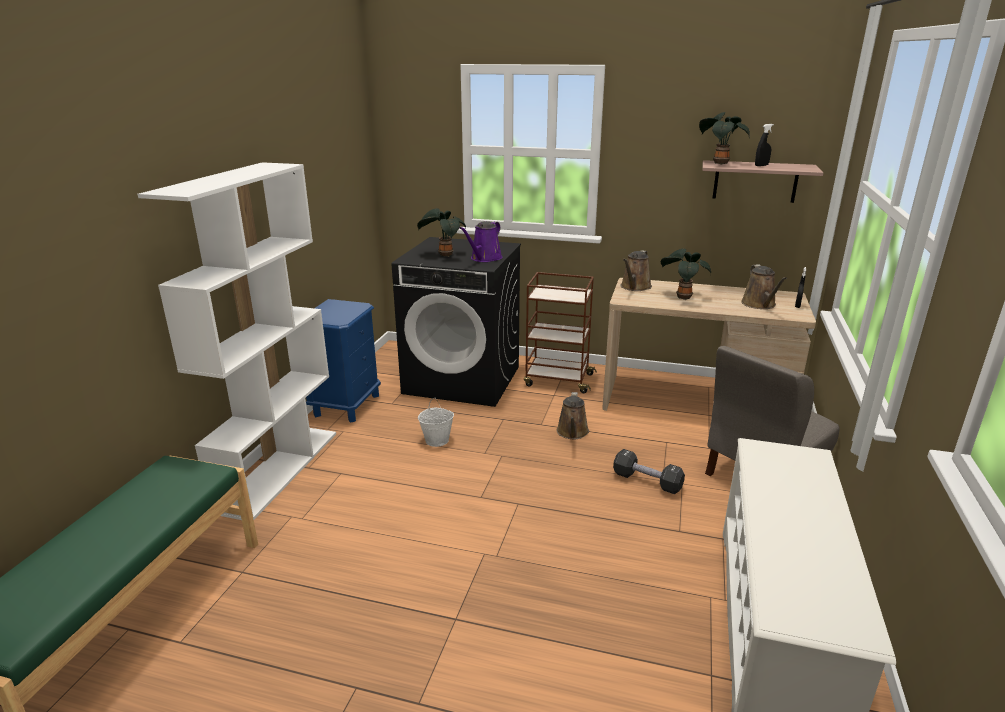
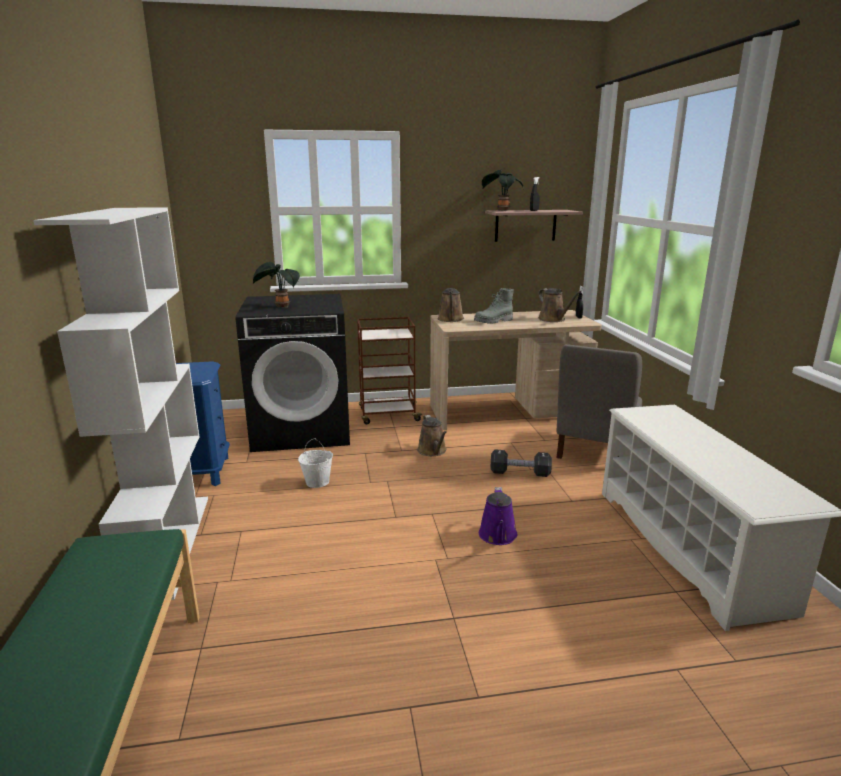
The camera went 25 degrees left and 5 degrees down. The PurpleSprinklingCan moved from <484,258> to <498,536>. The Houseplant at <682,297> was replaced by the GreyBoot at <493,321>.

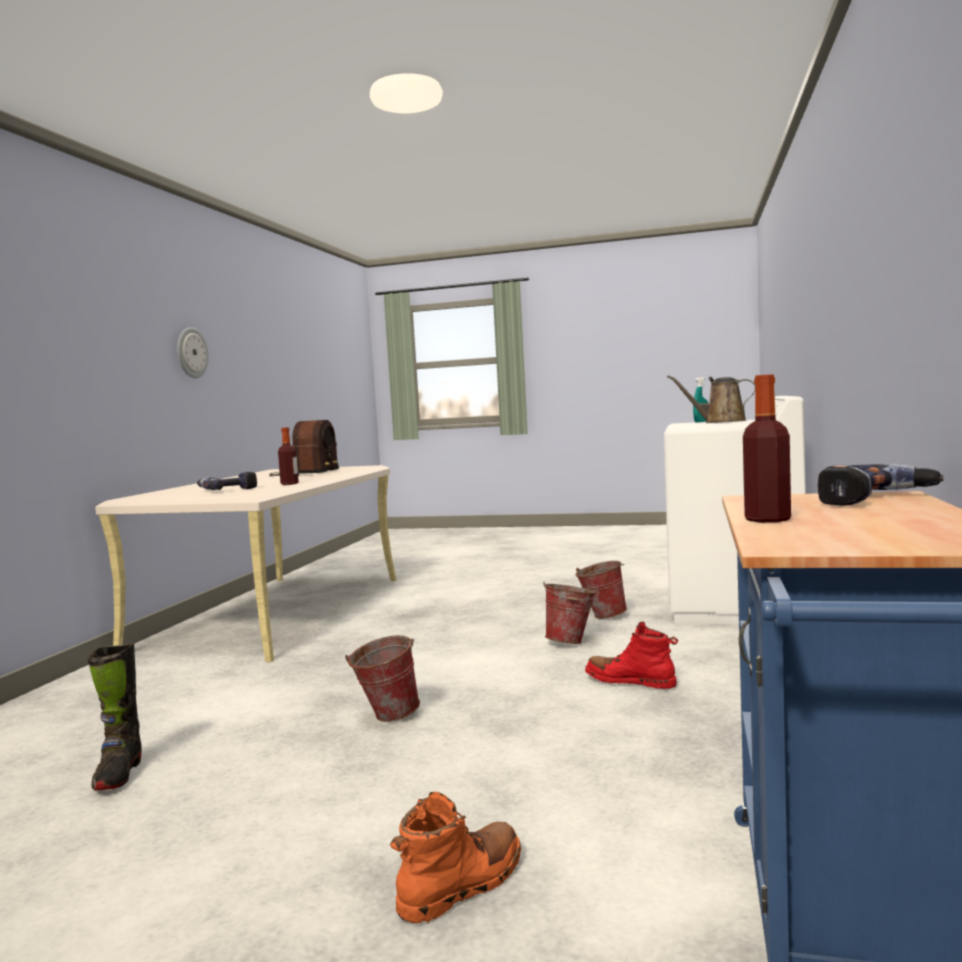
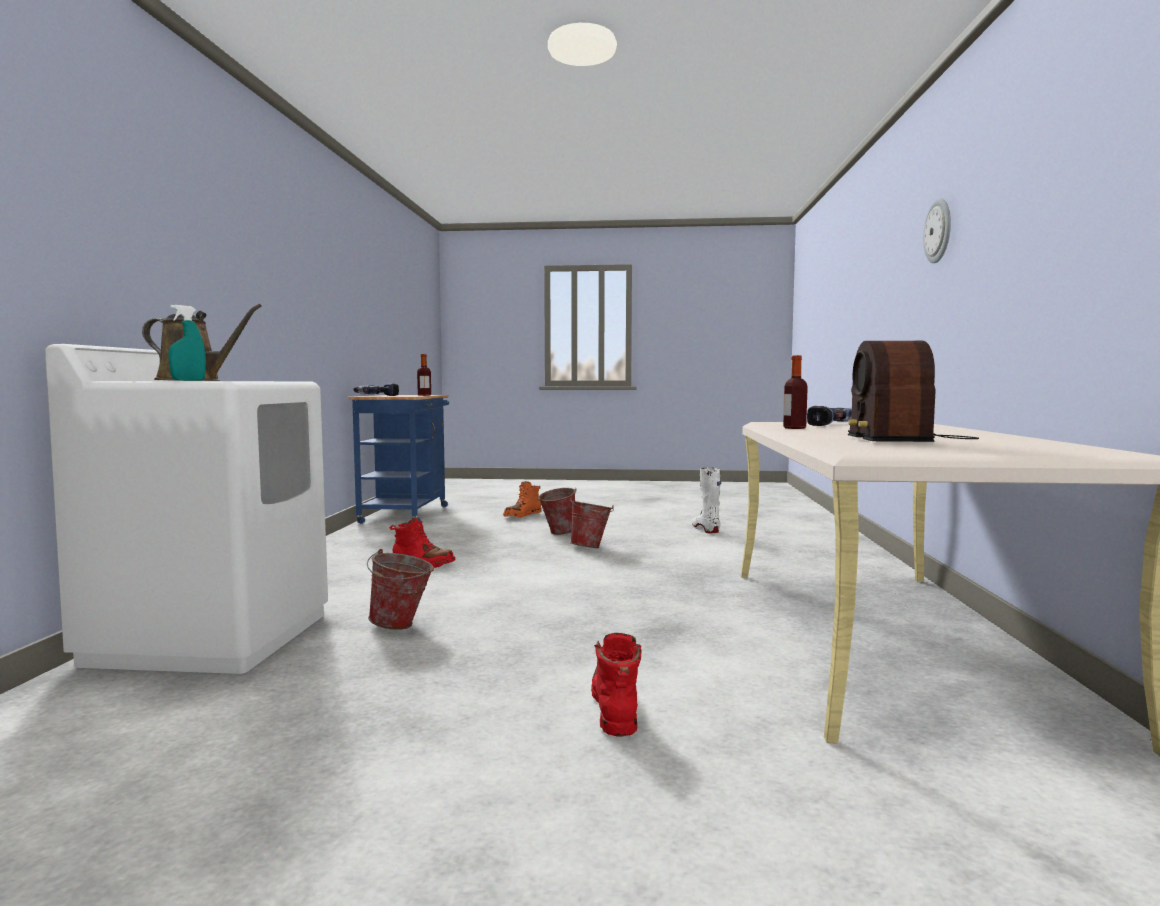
The camera went 170 degrees right and 0 degrees up. The ReddishBoot at <615,708> appeared. The WallClock moved from <191,352> to <939,231>. The Pail moved from <572,642> to <557,533>. The BlackColouredBoot at <118,775> became the WhiteColouredBoot at <706,530>.

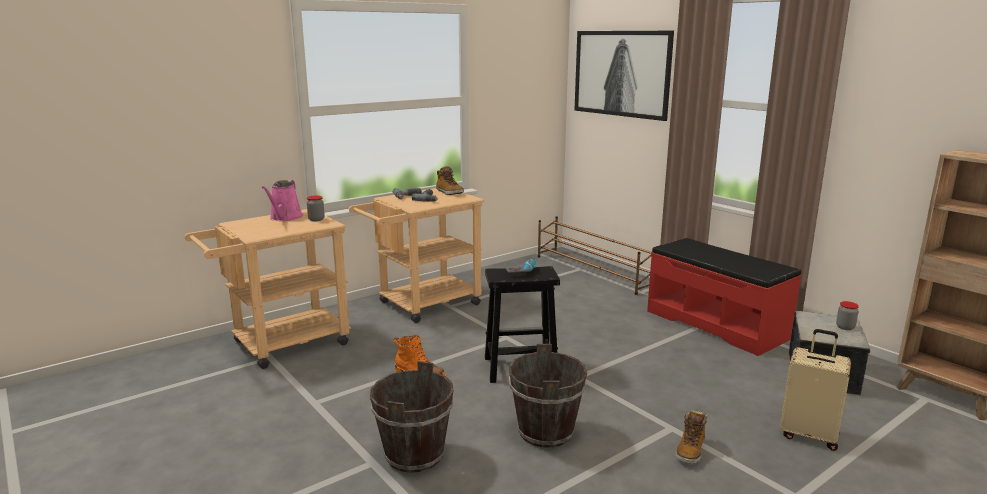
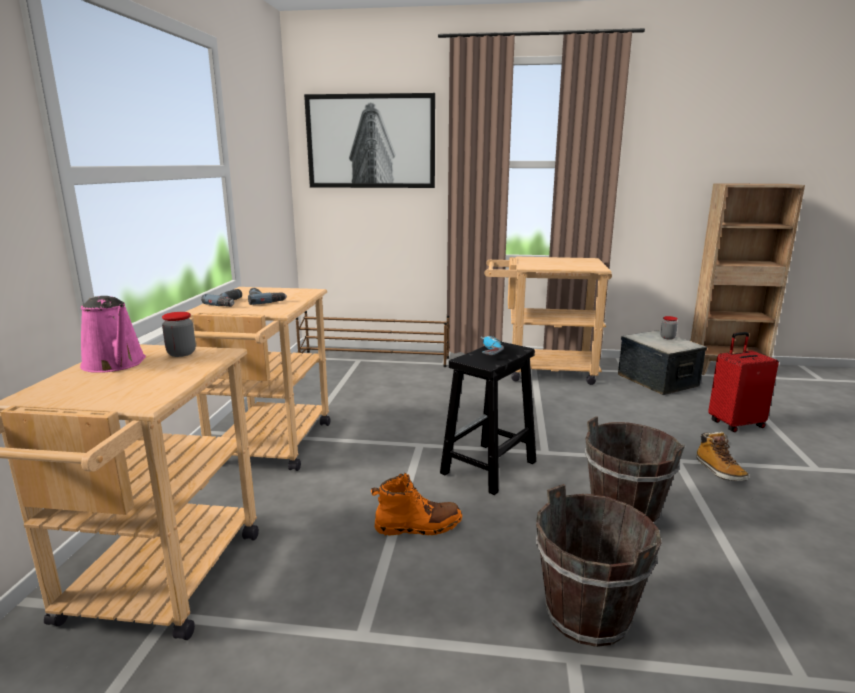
The camera went 45 degrees left and 0 degrees up. The Boot at <449,192> disappeared. The ReddishIndoorBench at <716,324> was replaced by the BeigeTrolley at <541,370>. The BeigeSuitcase at <809,435> became the ReddishSuitcase at <735,424>.

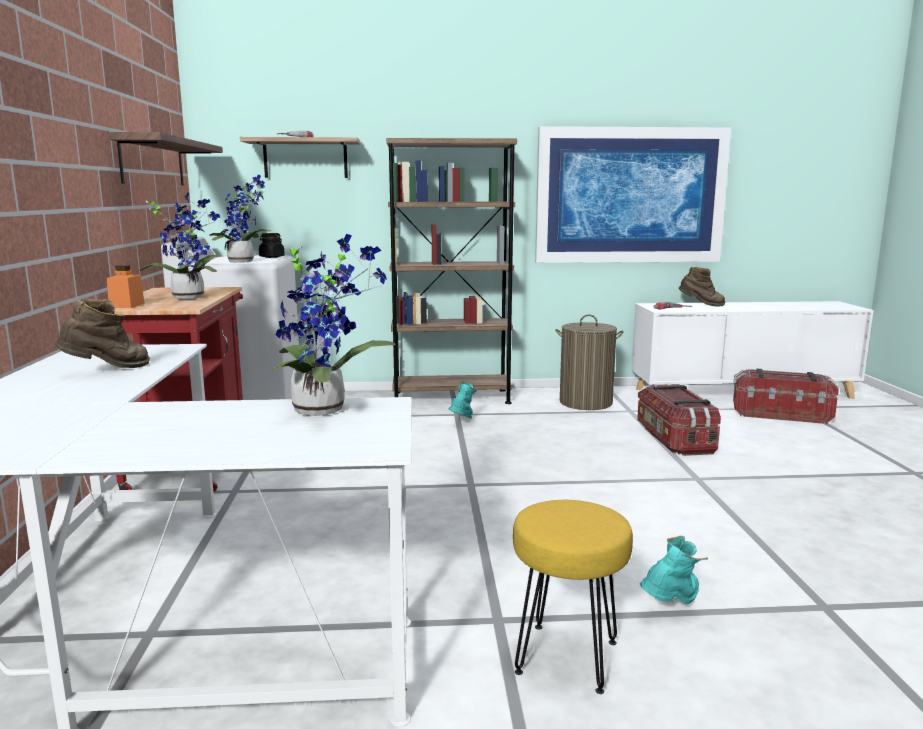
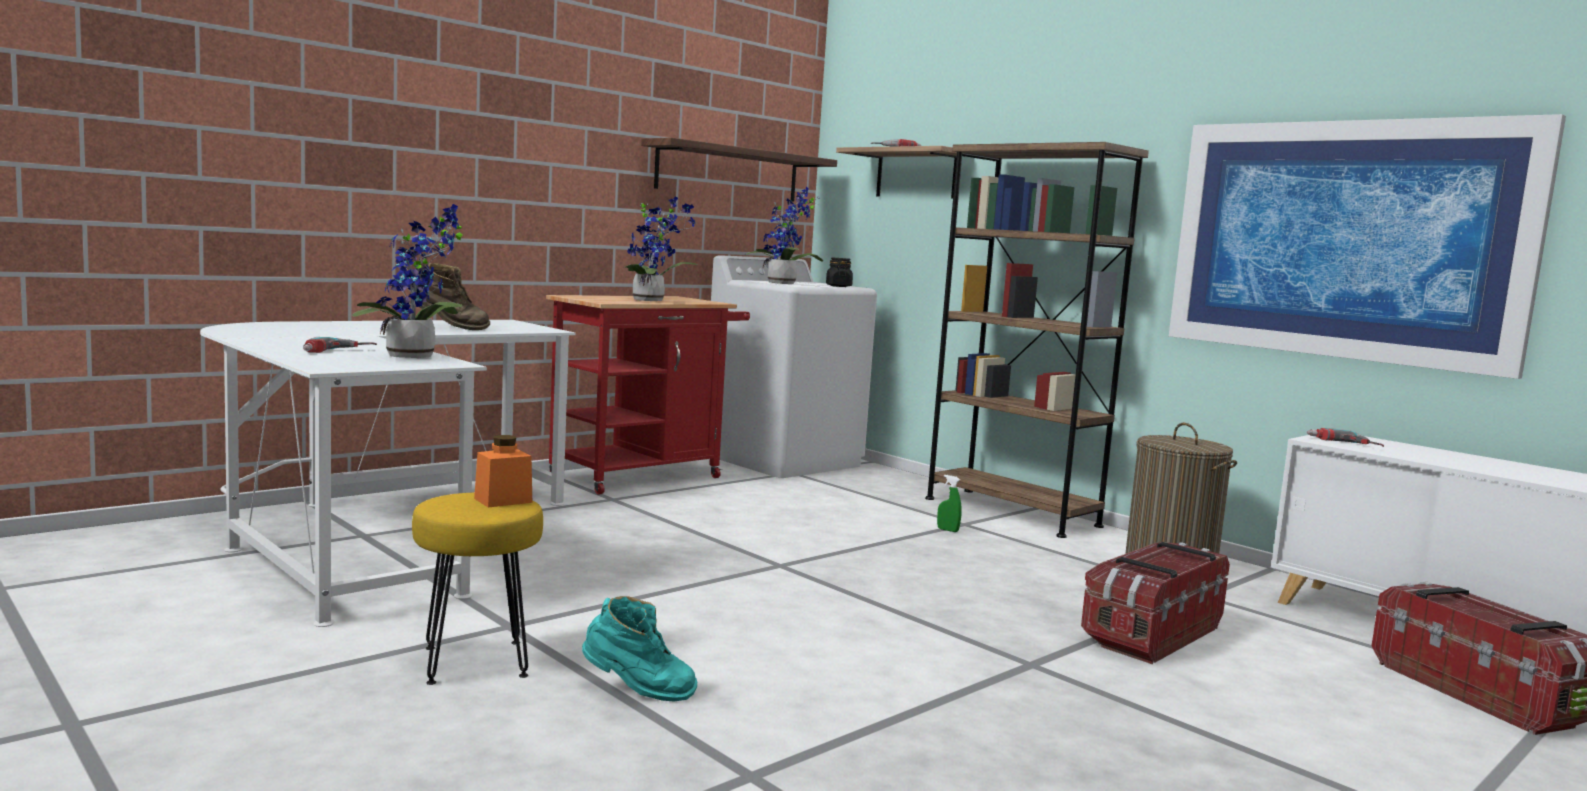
The camera went 50 degrees right and 5 degrees down. The BrownColouredBoot at <701,305> disappeared. The Drill at <339,351> appeared. The OrangeColouredPreserveJar moved from <127,305> to <503,500>. The TurquoiseBoot at <462,421> was replaced by the GreenColouredSprayBottle at <947,530>.

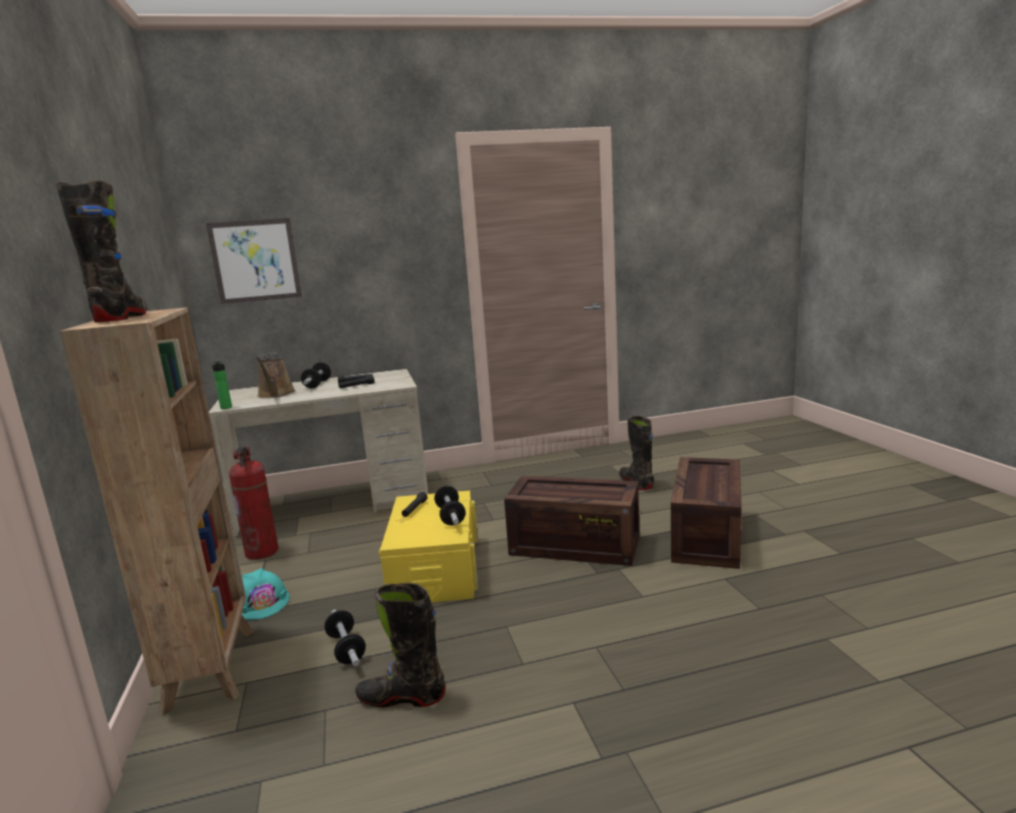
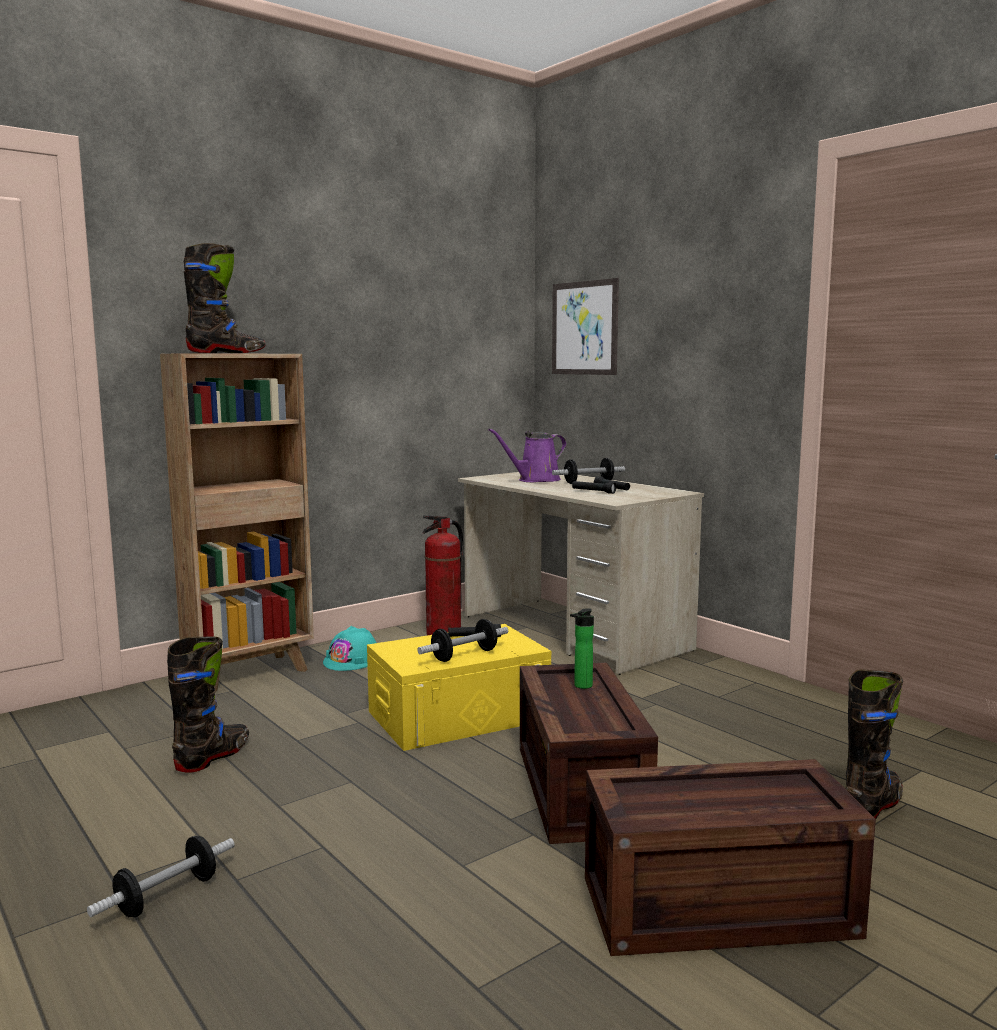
The camera went 65 degrees right and 5 degrees down. The DrinkBottle moved from <226,408> to <581,686>. The Dumbbell moved from <346,649> to <167,896>. The BrownColouredSprinklingCan at <275,394> became the PurpleSprinklingCan at <535,480>. The BlackColouredBoot at <402,698> turned 45 degrees clockwise.

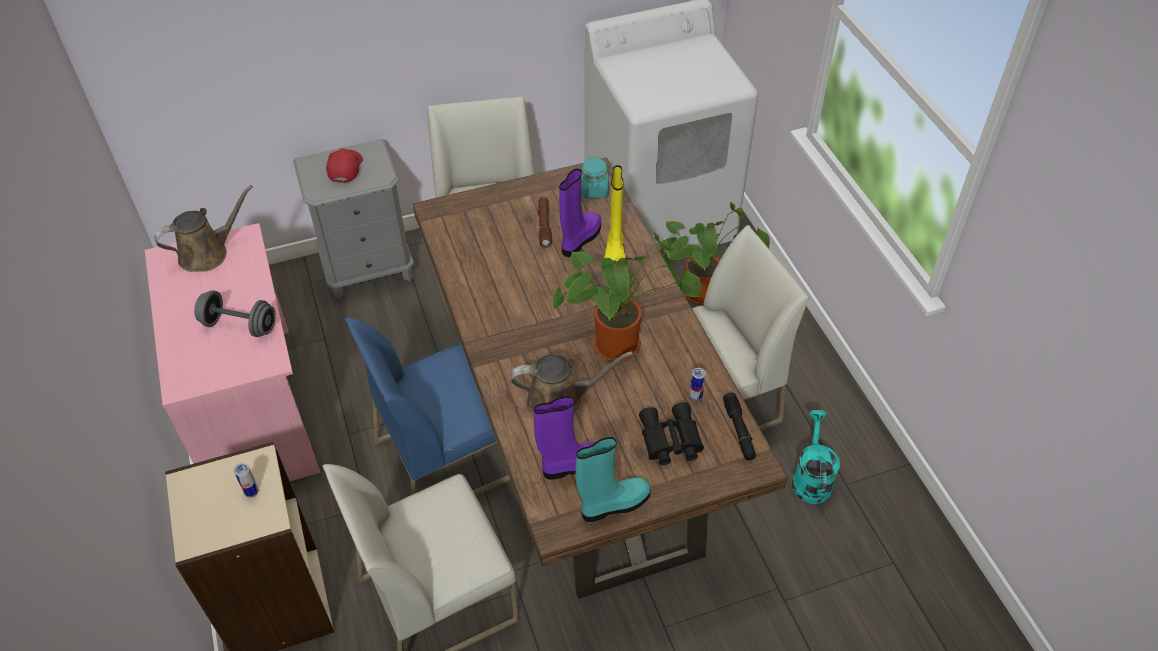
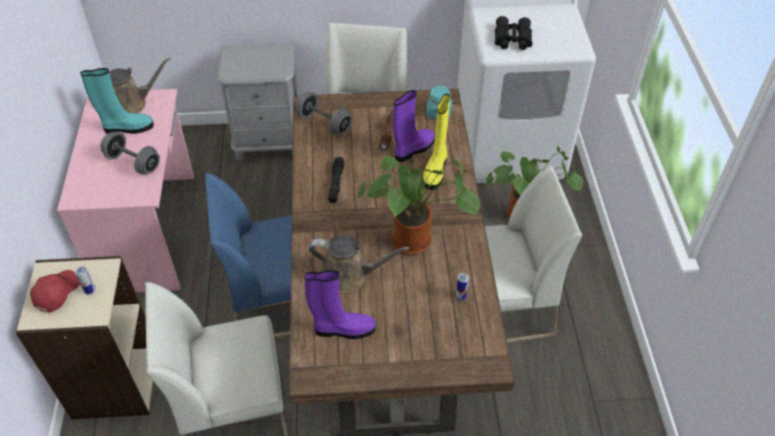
The camera went 15 degrees right and 0 degrees up. The TurquoiseSprinklingCan at <811,478> disappeared. The GreyDumbbell at <324,123> appeared. The ReddishBaseballCap moved from <345,169> to <57,293>. The TurquoiseBoot moved from <613,504> to <127,128>. The BlackColouredFieldGlasses moved from <669,440> to <511,39>. The BlackColouredTorch moved from <739,430> to <336,183>.

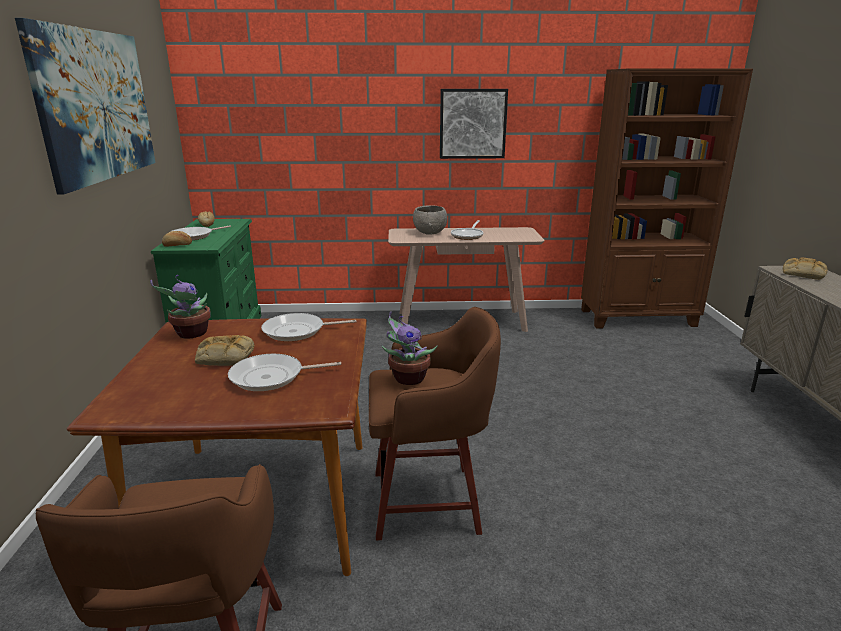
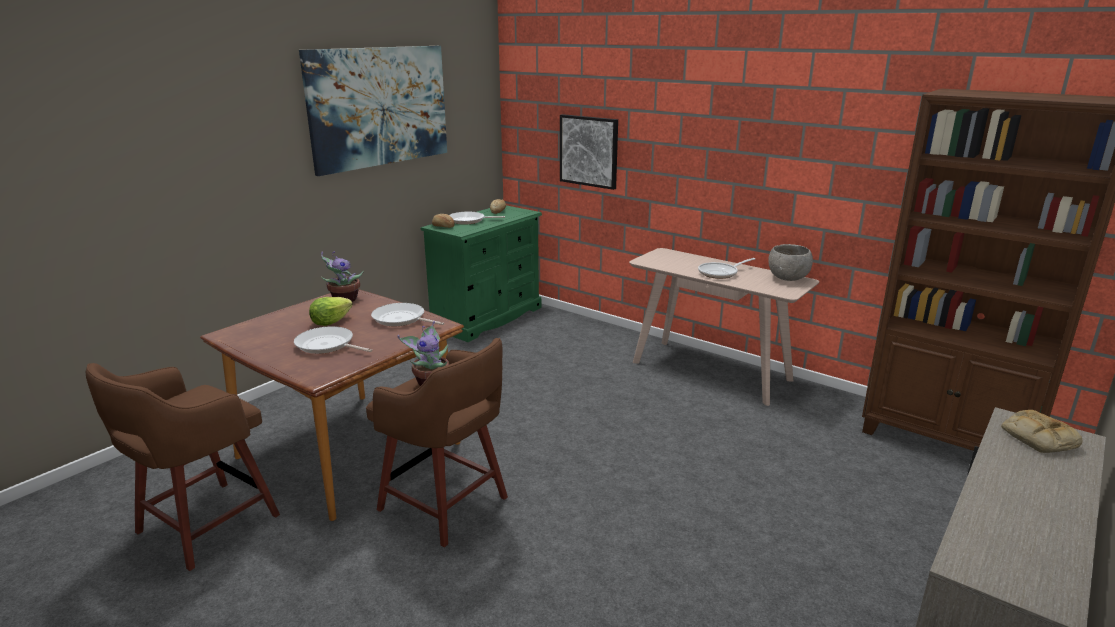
The camera went 40 degrees right and 0 degrees up. The GreyDeepDish moved from <429,233> to <787,278>. The WallArt moved from <472,124> to <589,151>. The Bread at <224,357> was replaced by the Lettuce at <330,322>.

